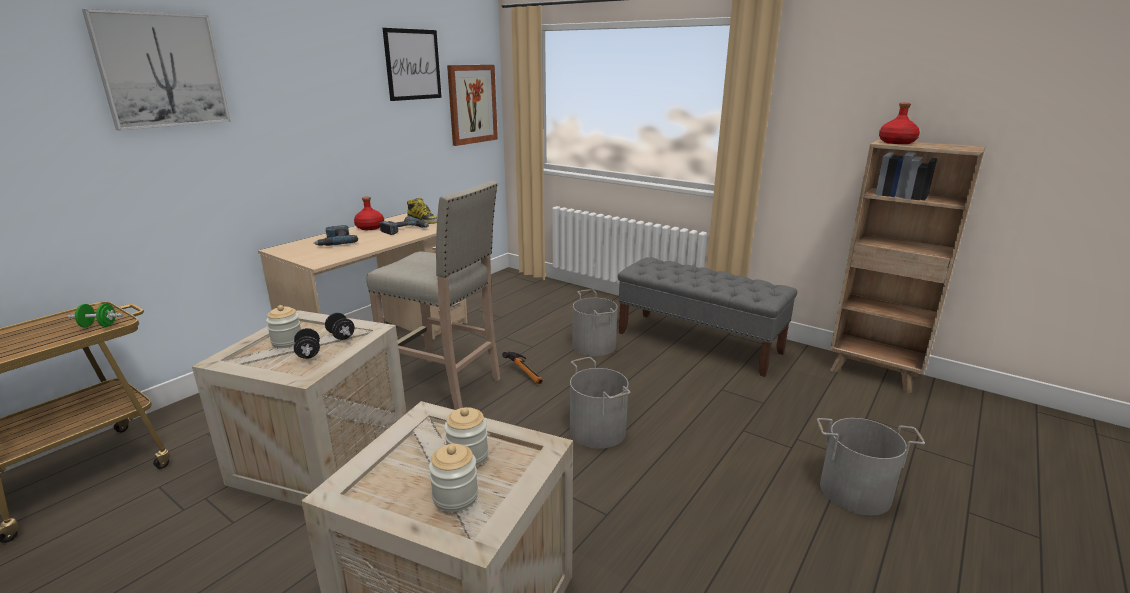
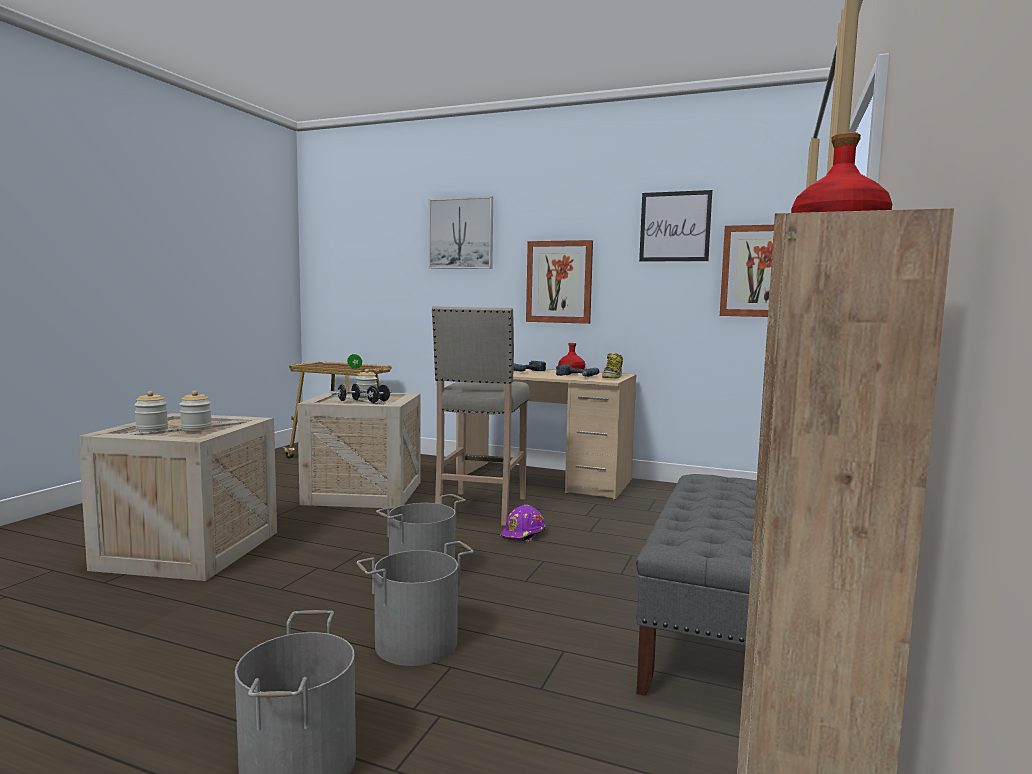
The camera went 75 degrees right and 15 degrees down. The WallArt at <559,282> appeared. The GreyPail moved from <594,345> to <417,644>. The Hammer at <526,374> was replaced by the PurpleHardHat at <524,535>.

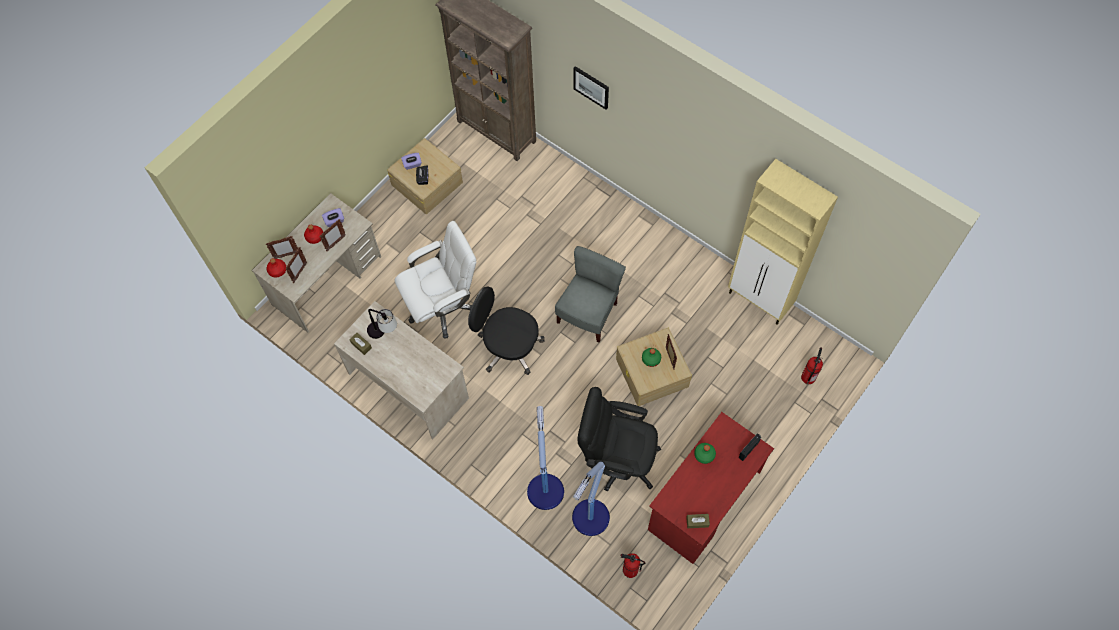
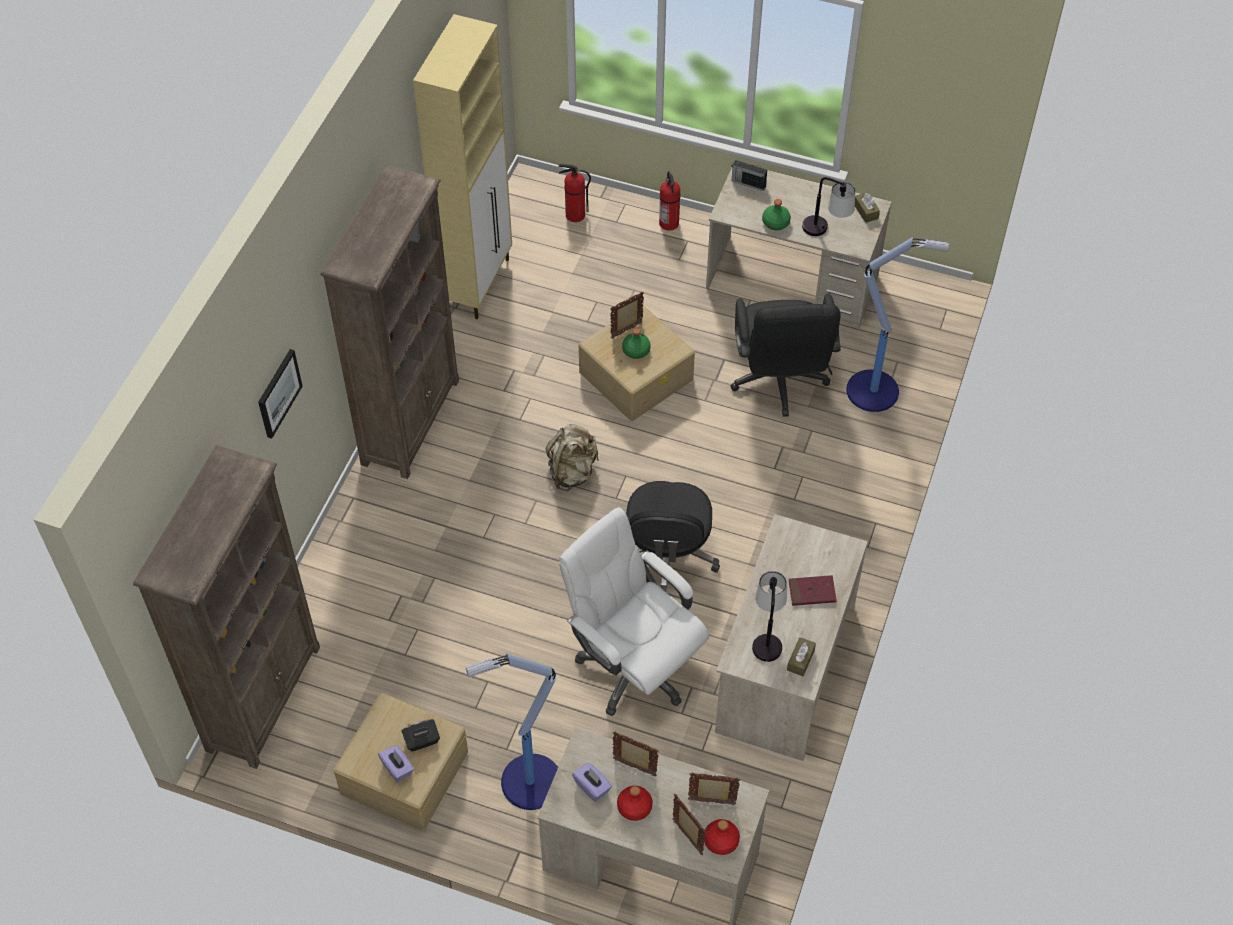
The camera went 110 degrees left and 10 degrees down. The BrownColouredBookshelf at <411,421> appeared. The ReddishBoundBook at <812,592> appeared. The TabletopLamp at <826,231> appeared. The StandardLamp moved from <545,490> to <529,783>. The FireFightingCylinder moved from <629,570> to <669,223>. The GreyPlainChair at <588,313> was replaced by the BeigeRucksack at <572,472>. The ReddishDeskTable at <704,501> became the BeigeDeskTable at <792,282>.

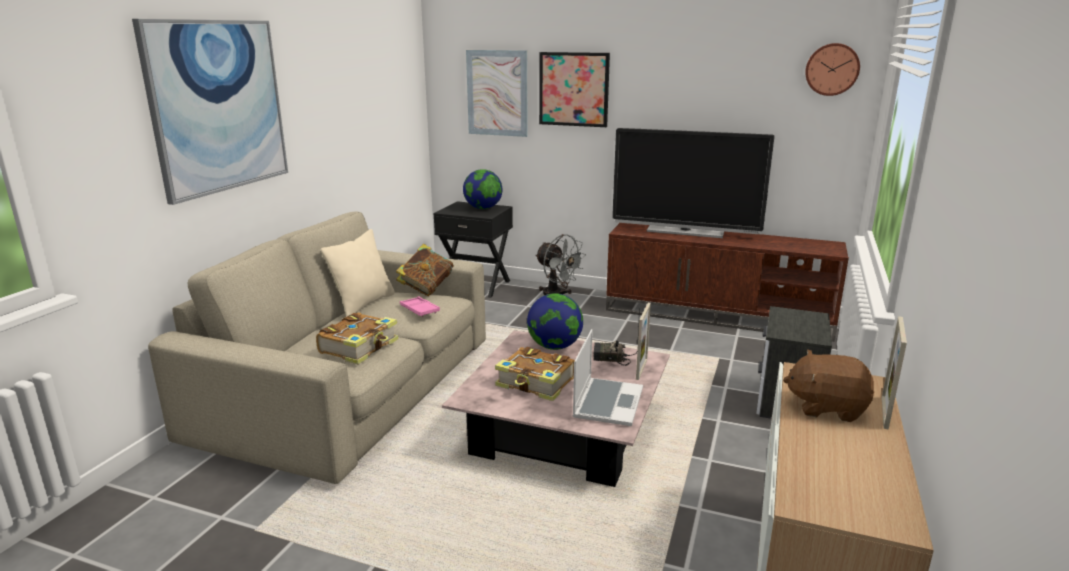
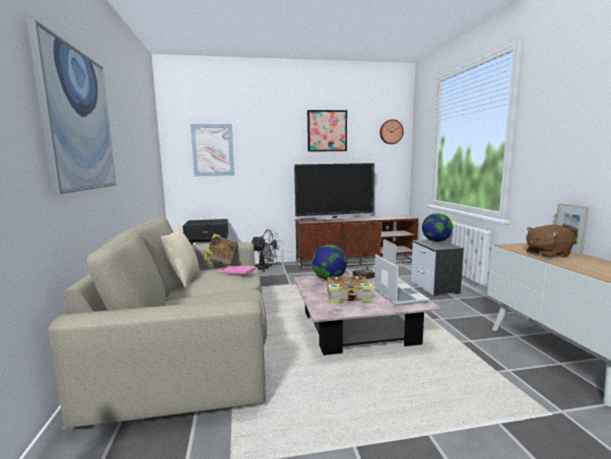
The camera went 30 degrees left and 10 degrees down. The BoundBook at <360,347> disappeared. The WorldGlobe moved from <483,208> to <436,241>. The WallArt moved from <574,89> to <327,131>.

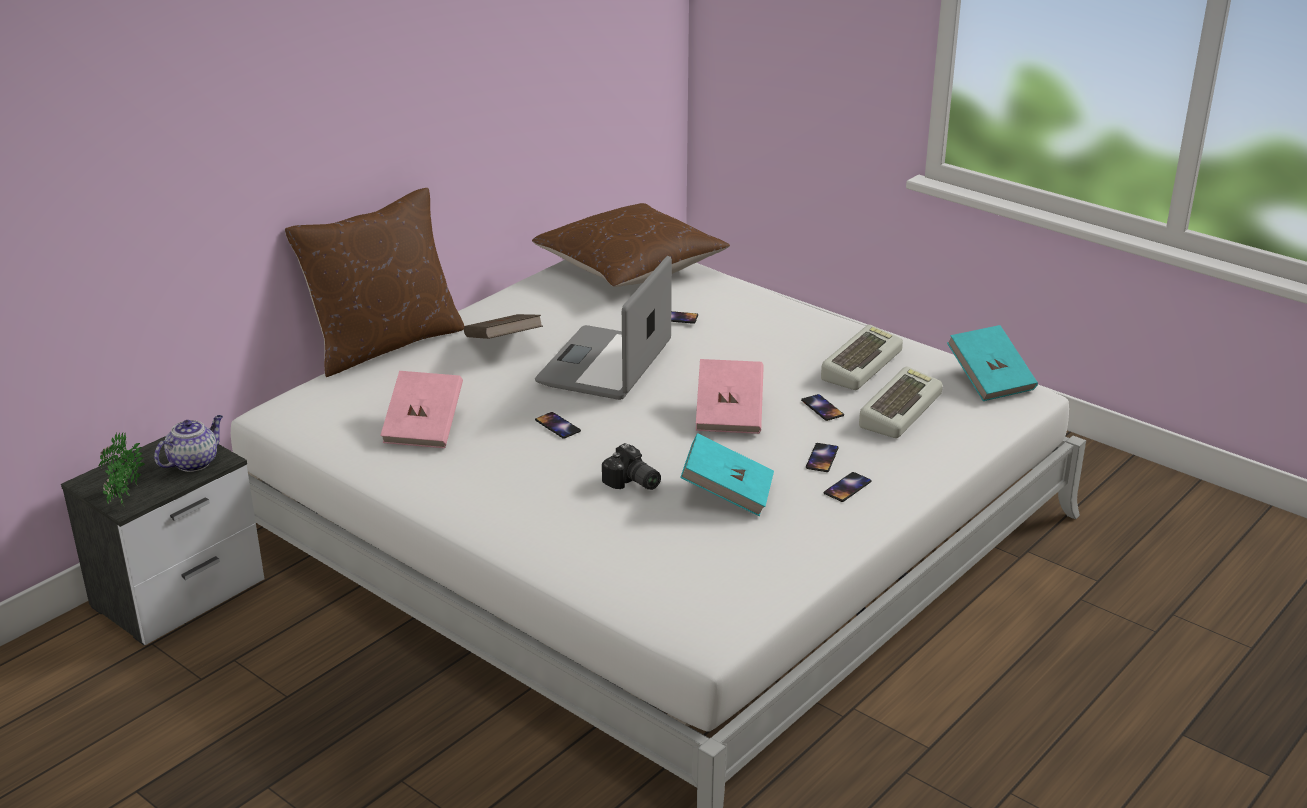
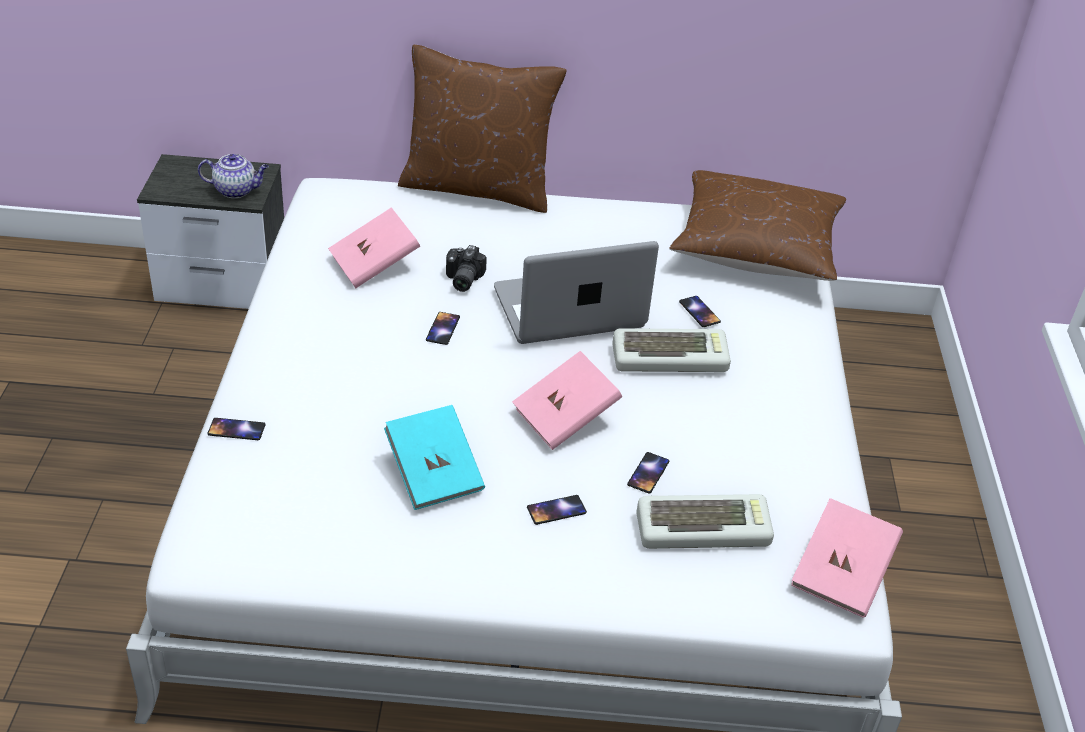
The camera went 50 degrees right and 10 degrees up. The Houseplant at <123,498> disappeared. The BrownColouredBoundBook at <503,344> disappeared. The StillCamera moved from <632,483> to <461,279>. The PcKeyboard moved from <859,364> to <670,357>. The Handset moved from <847,487> to <236,430>. The TurquoiseBoundBook at <990,381> became the PinkishBoundBook at <841,575>.

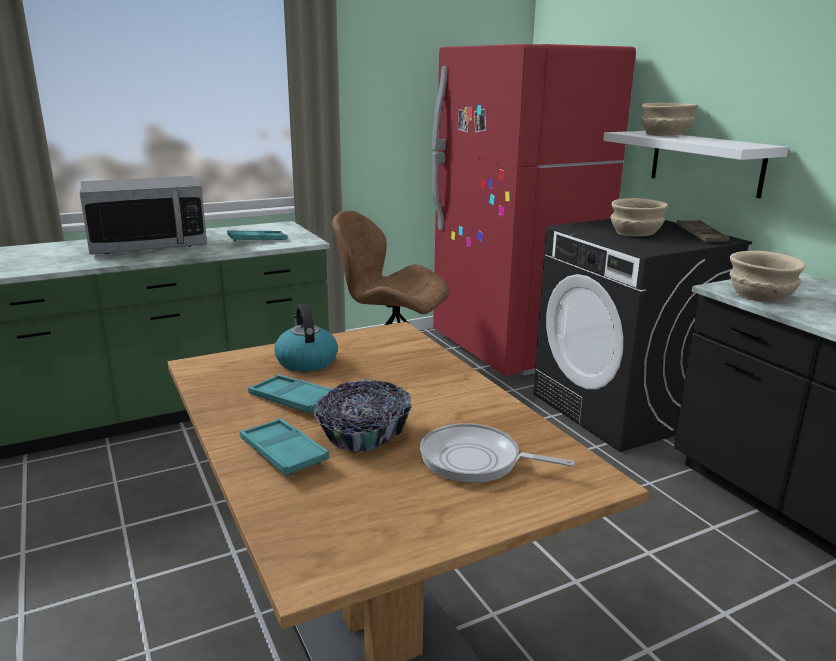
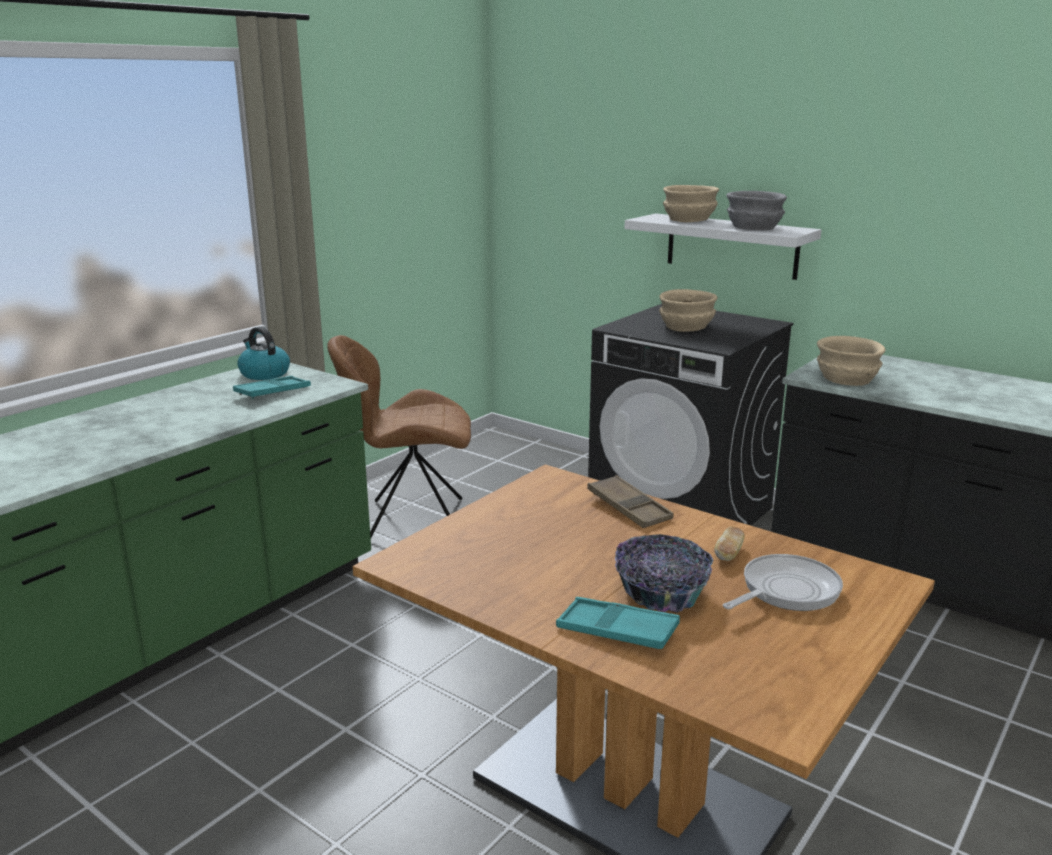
The camera went 25 degrees left and 0 degrees up. The MicrowaveOven at <148,245> disappeared. The TurquoiseTray at <293,400> disappeared. The ReddishFridge at <513,348> disappeared. The Bread at <729,554> appeared. The GreyDeepDish at <754,227> appeared. The TeaKettle moved from <306,361> to <264,373>. The BrownColouredTray moved from <701,236> to <629,508>. The Pan at <476,461> turned 150 degrees clockwise.

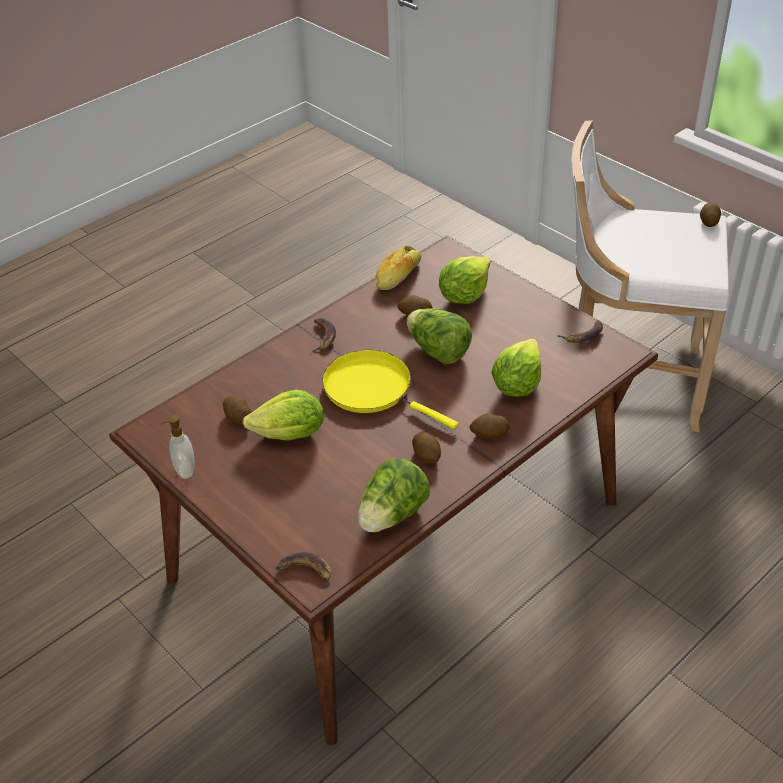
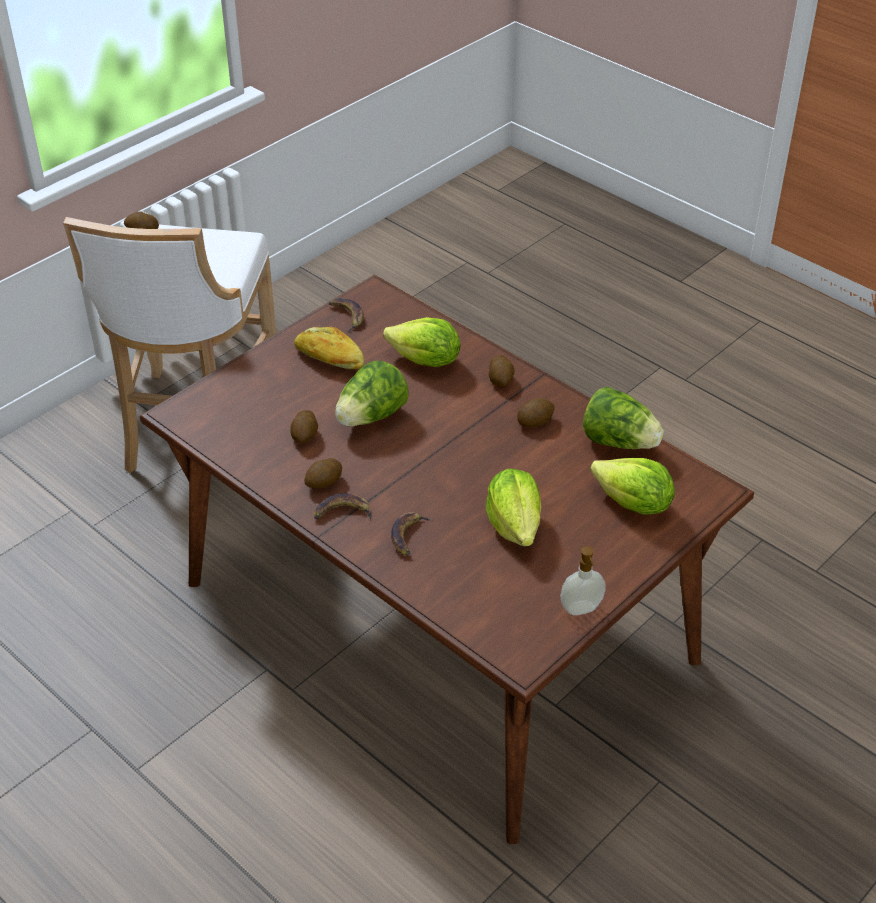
The camera went 95 degrees left and 0 degrees up. The YellowPan at <373,389> disappeared. The Spud moved from <238,418> to <323,483>. The WholeBanana moved from <305,571> to <408,536>. The Bread moved from <398,276> to <329,359>. The Lettuce moved from <464,295> to <633,504>.

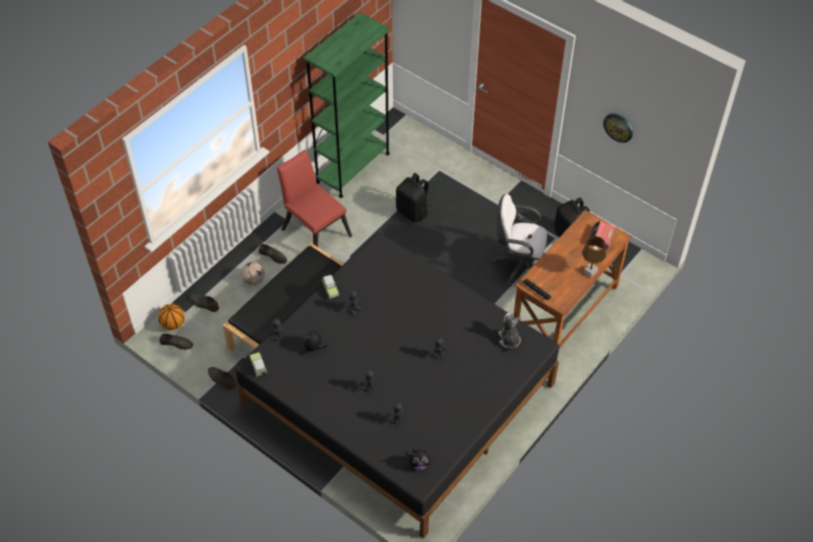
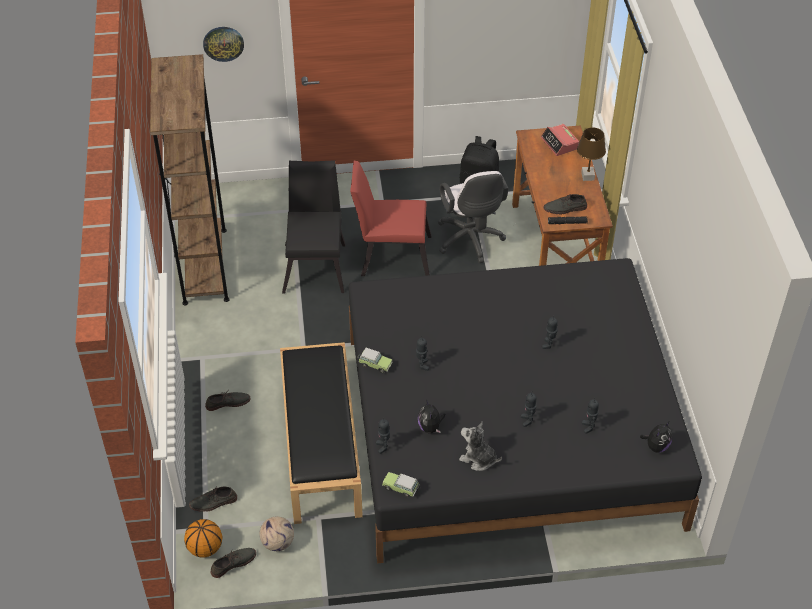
The camera went 45 degrees left and 5 degrees down. The GreyItemOfFootwear moved from <221,379> to <565,208>. The BallForFootball moved from <254,280> to <278,542>. The ReddishPlainChair moved from <314,230> to <390,255>. The SoftToy moved from <509,339> to <478,459>. The WallClock moved from <618,127> to <223,43>. The BlackColouredRucksack at <413,211> was replaced by the BlackColouredPlainChair at <316,264>. The GreenColouredBookshelf at <353,167> became the BrownColouredBookshelf at <205,266>. The WhiteColouredDeskChair at <519,266> turned 75 degrees counterclockwise.

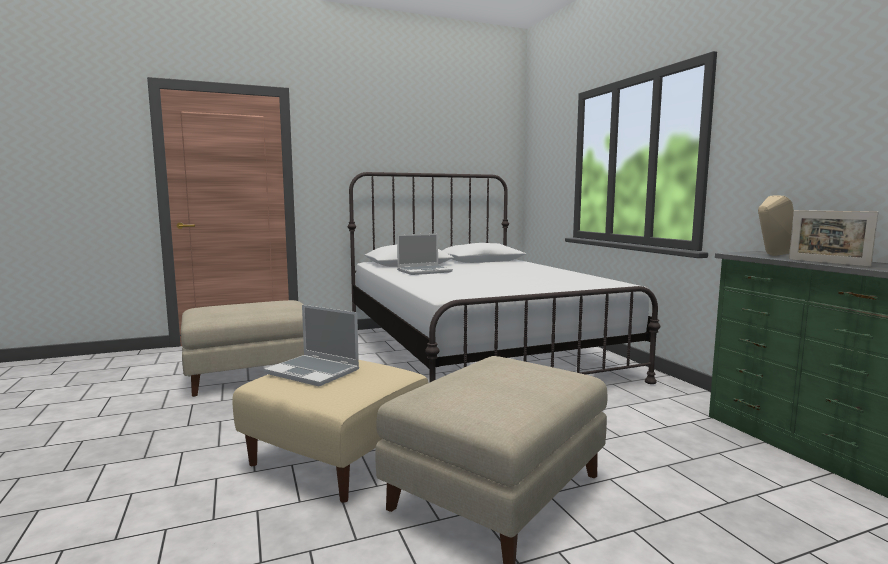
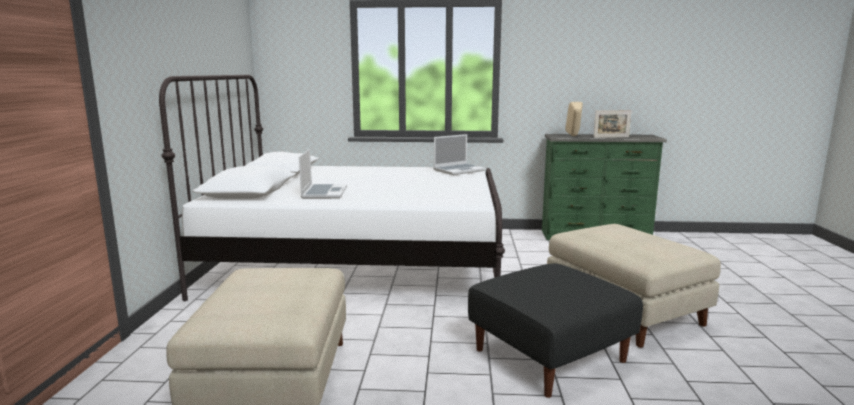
The camera went 65 degrees left and 5 degrees up. The NotebookComputer moved from <314,372> to <459,170>. The BeigePouffe at <337,456> became the BlackColouredPouffe at <549,355>.

